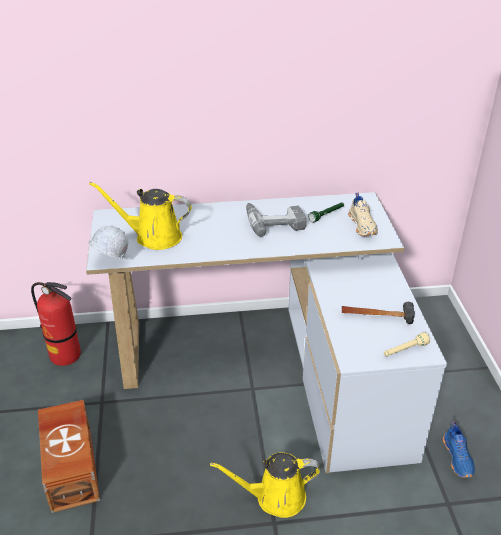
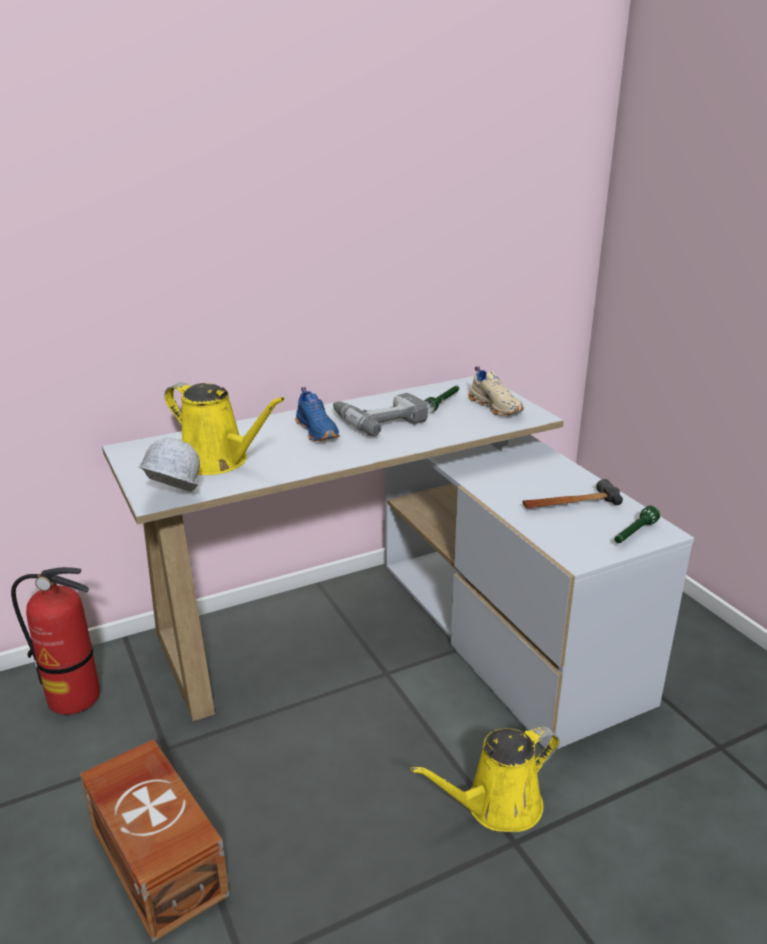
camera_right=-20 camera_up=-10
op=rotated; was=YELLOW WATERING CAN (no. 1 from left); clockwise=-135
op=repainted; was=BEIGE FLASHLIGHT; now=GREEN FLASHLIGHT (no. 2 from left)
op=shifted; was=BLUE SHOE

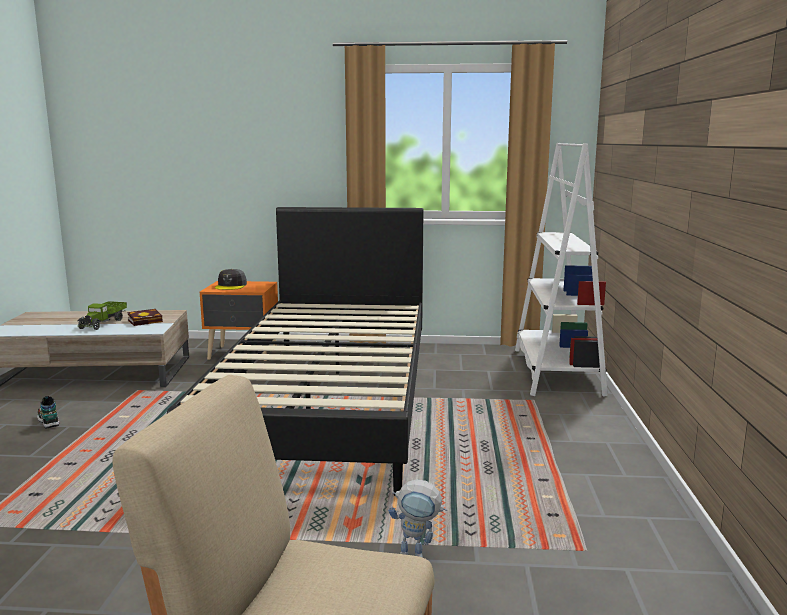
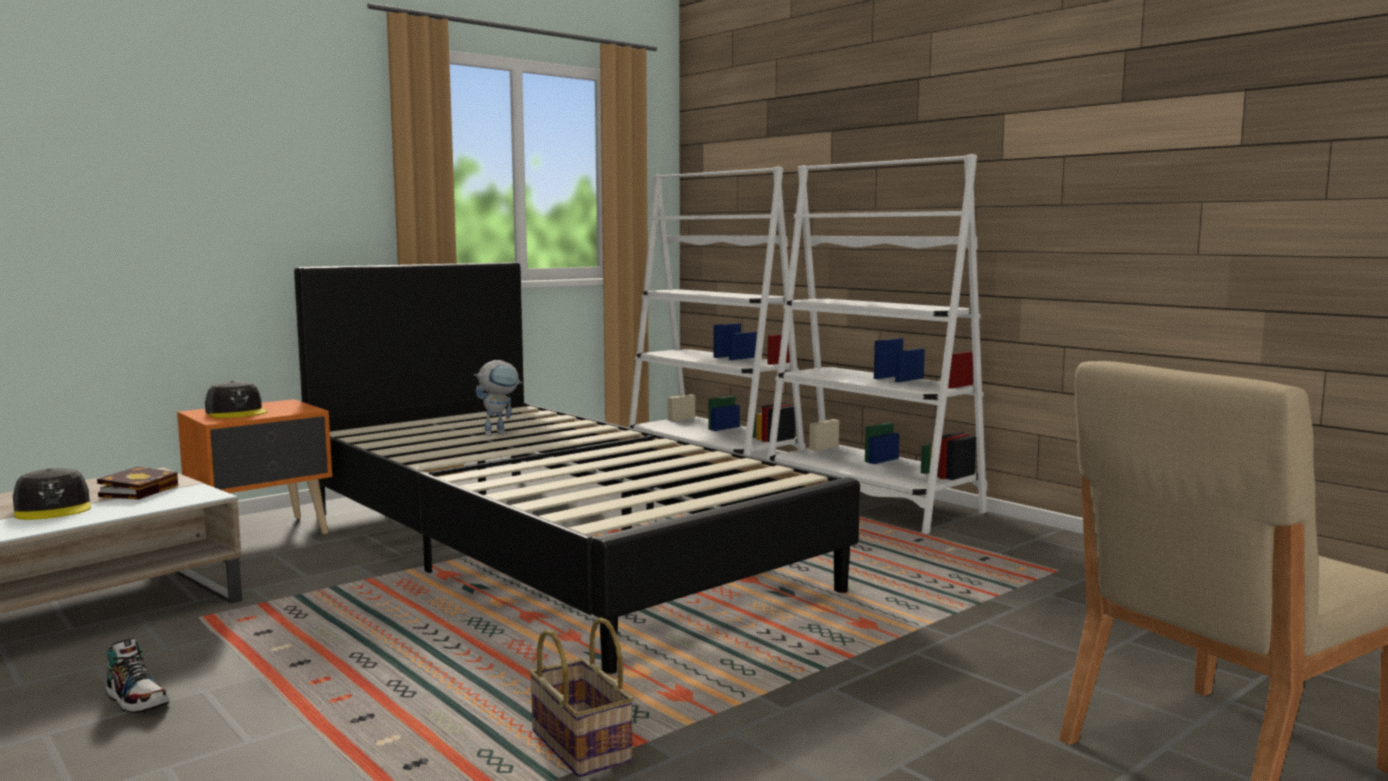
camera_right=-45 camera_up=-5
op=swapped; was=TOY TRUCK; now=GREY CAP (no. 1 from left)
op=rotated; was=SHOE; clockwise=-150
op=shifted; was=TOY ROBOT
op=new; now=WHITE BOOKCASE (no. 2 from left)
op=new; now=BASKET

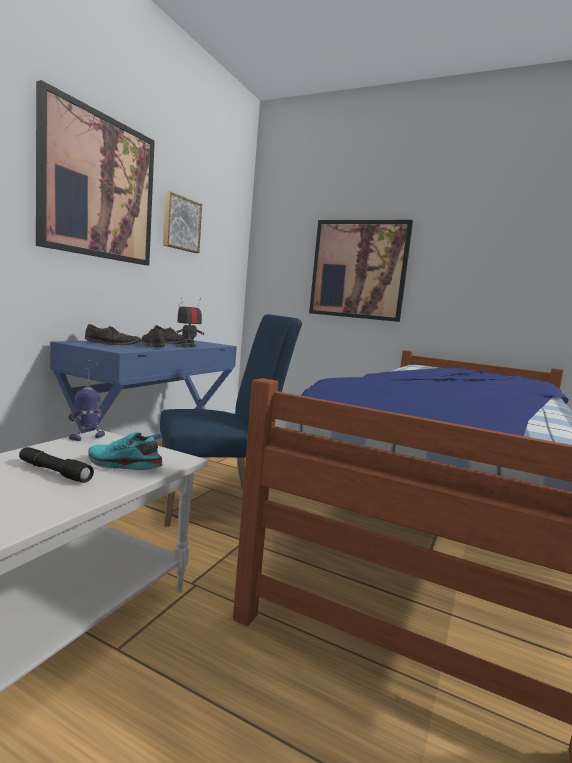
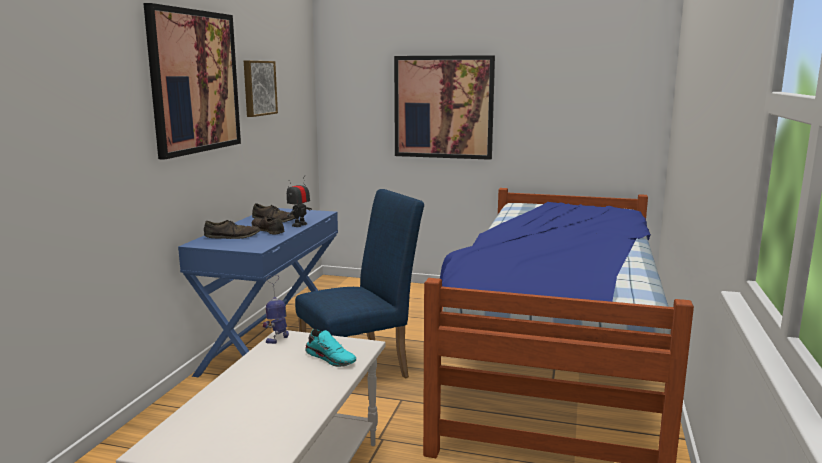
camera_right=-10 camera_up=5
op=rotated; was=TURQUOISE SHOE; clockwise=-150
op=gone; was=BLACK FLASHLIGHT

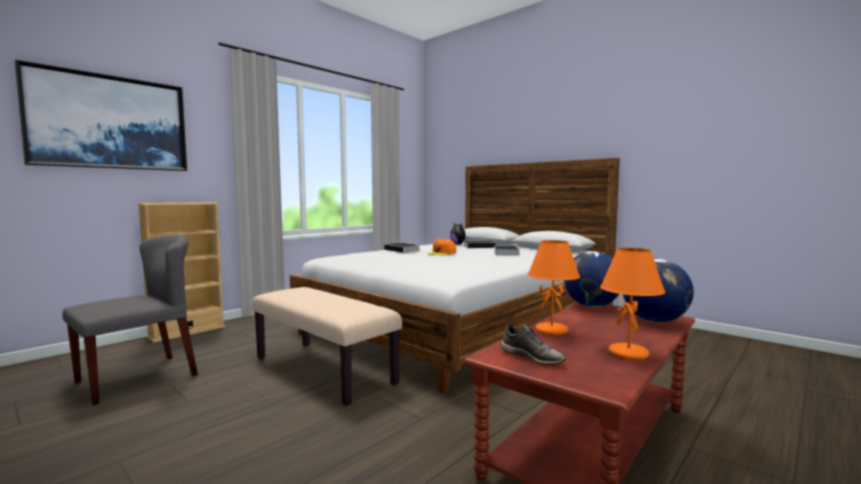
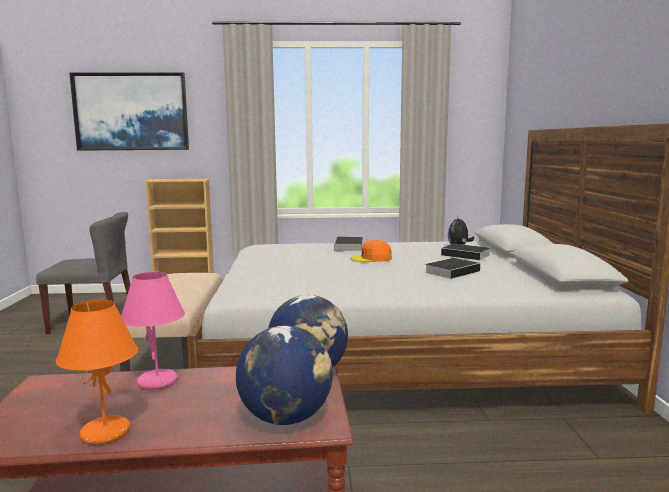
camera_right=45 camera_up=5
op=repainted; was=ORANGE TABLE LAMP (no. 1 from left); now=PINK TABLE LAMP
op=gone; was=GREY SHOE

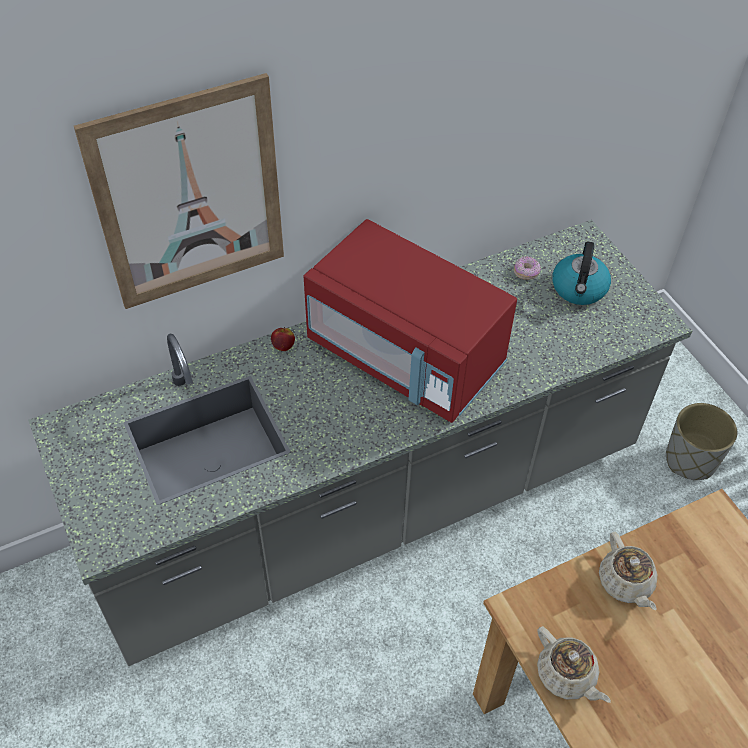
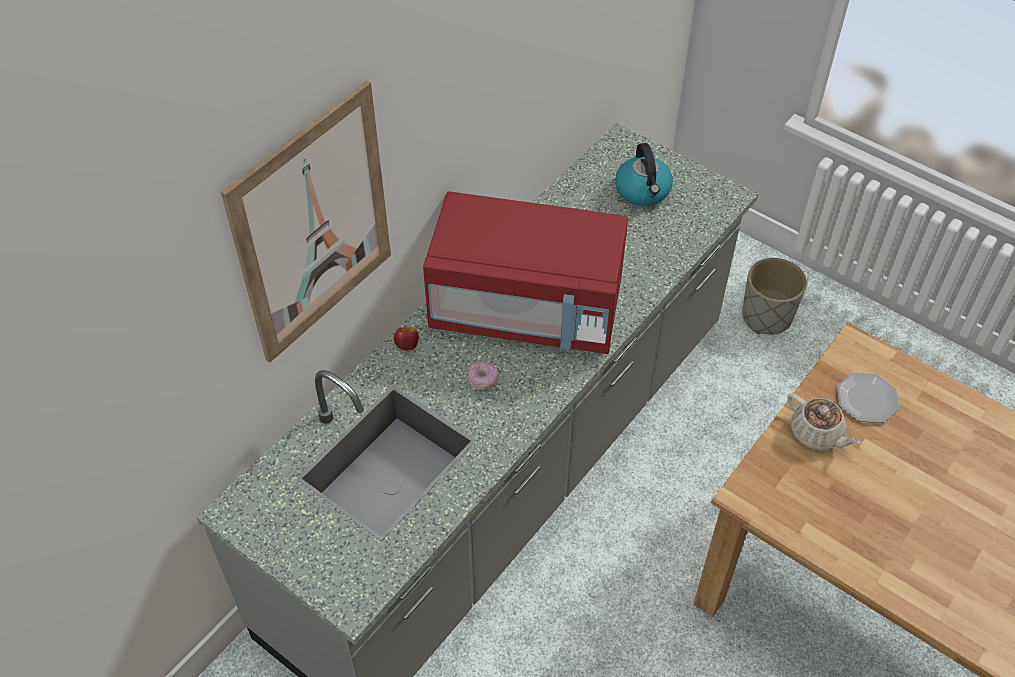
camera_right=-25 camera_up=0
op=shifted; was=DONUT
op=gone; was=BEIGE TEAPOT (no. 1 from left)
op=new; now=PLATE

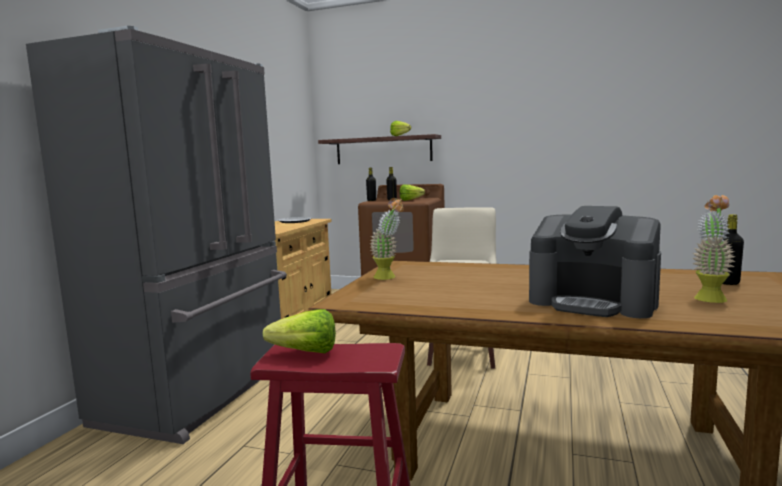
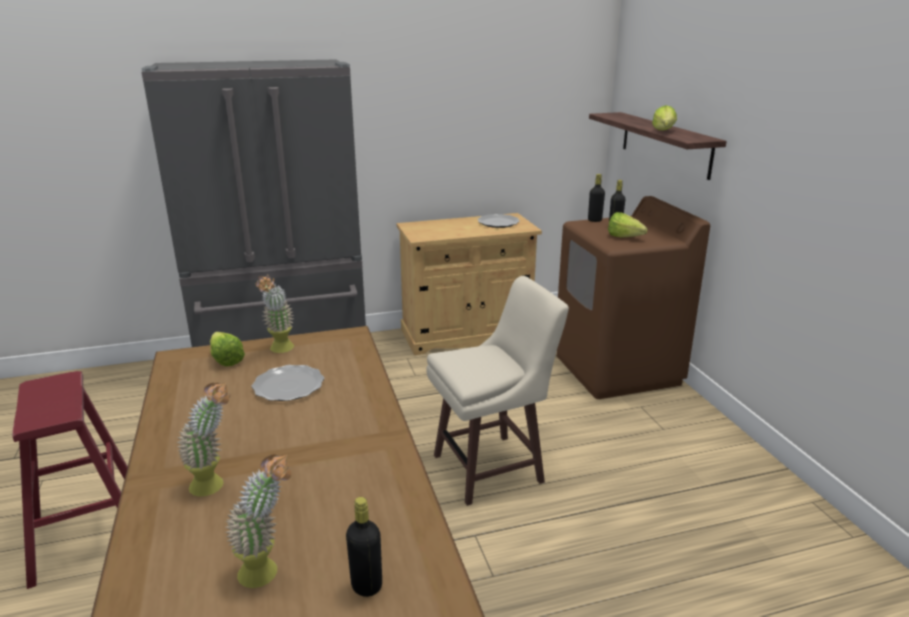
camera_right=55 camera_up=15
op=swapped; was=COFFEE MACHINE; now=POTTED PLANT (no. 1 from left)
op=shifted; was=LETTUCE (no. 1 from left)
op=new; now=PLATE (no. 1 from left)

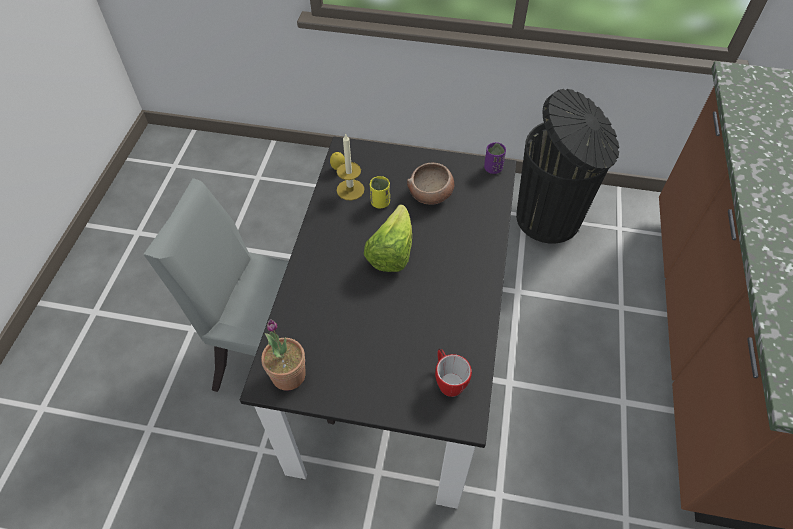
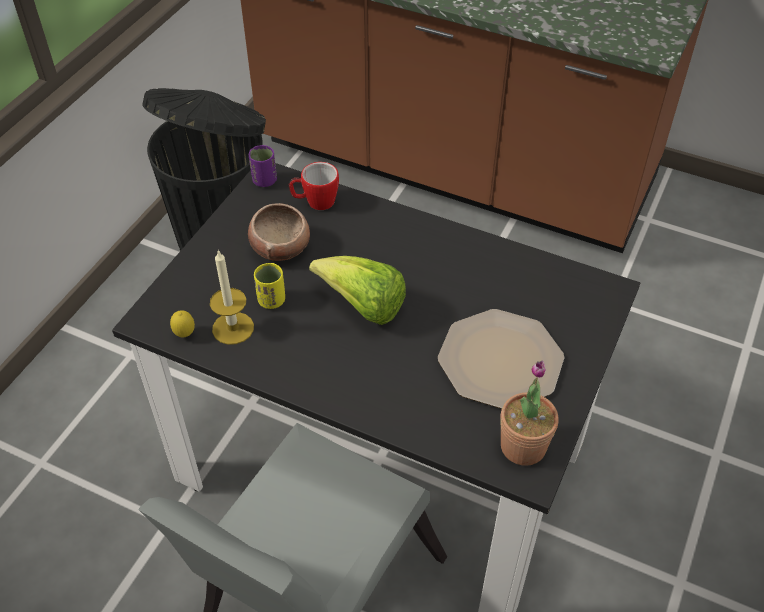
camera_right=-75 camera_up=-5
op=shifted; was=MUG
op=new; now=PLATE

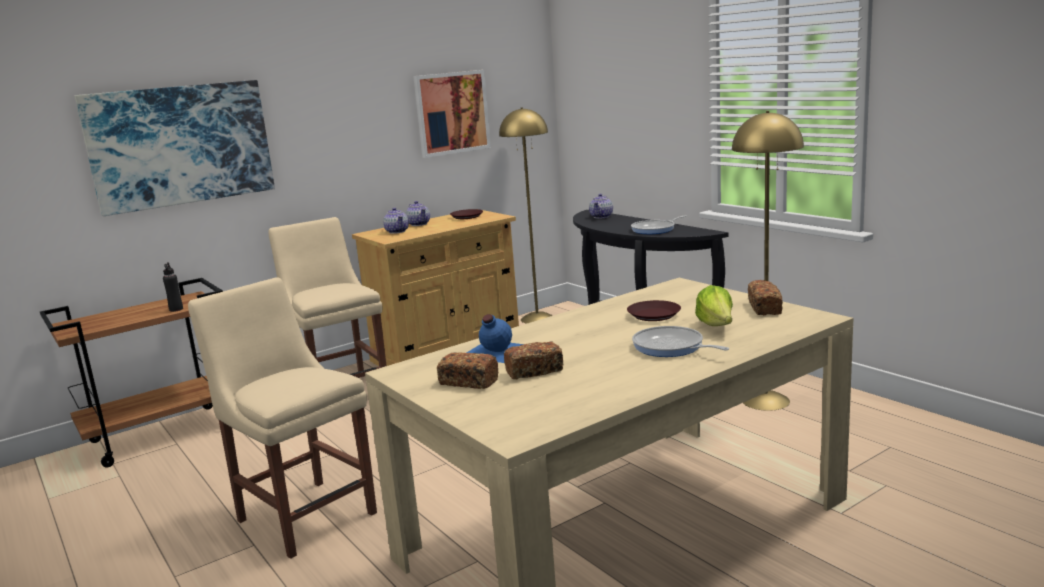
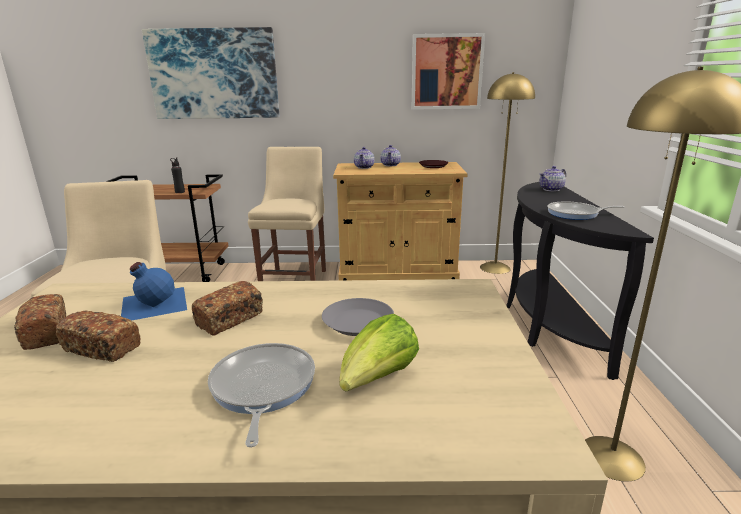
camera_right=35 camera_up=5
op=shifted; was=BREAD (no. 3 from left)
op=repainted; was=BROWN PLATE (no. 2 from left); now=GREY PLATE

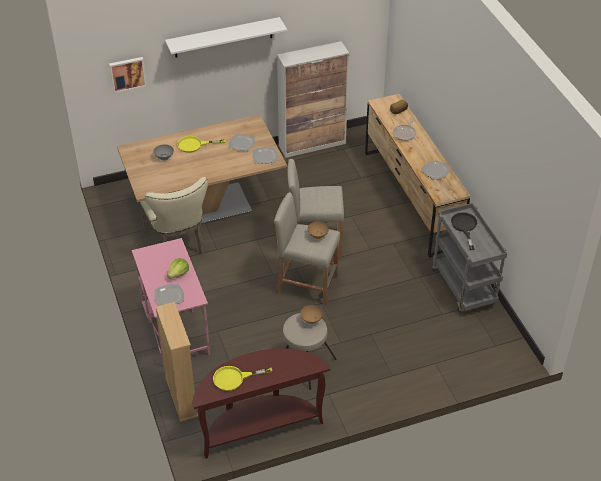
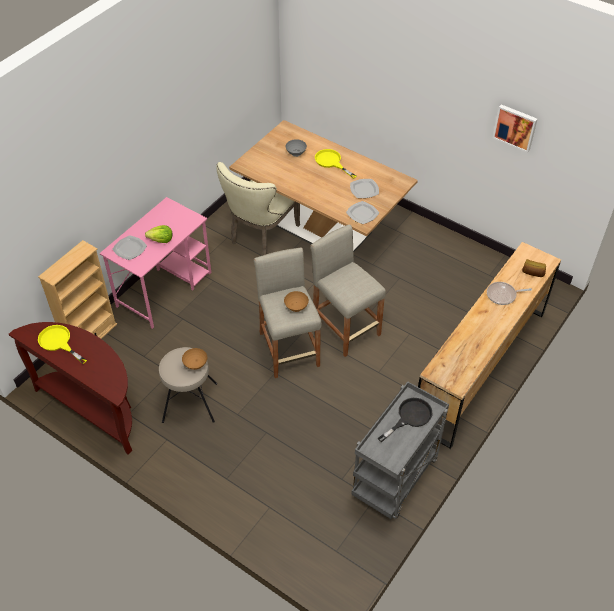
camera_right=55 camera_up=5
op=gone; was=WHITE SHELF
op=gone; was=CABINET
op=shifted; was=PICTURE
op=gone; was=PLATE (no. 4 from left)

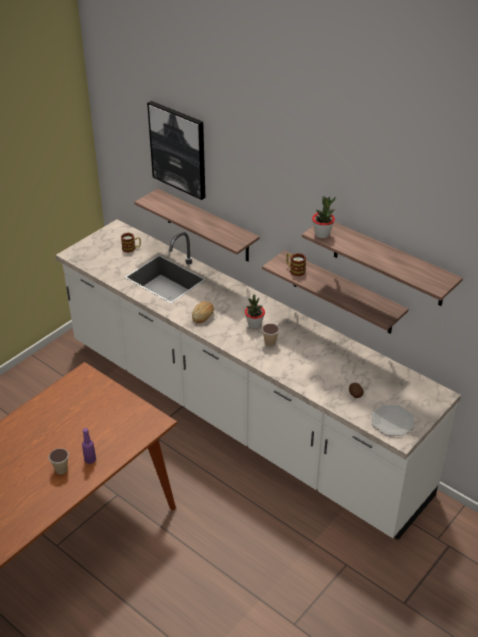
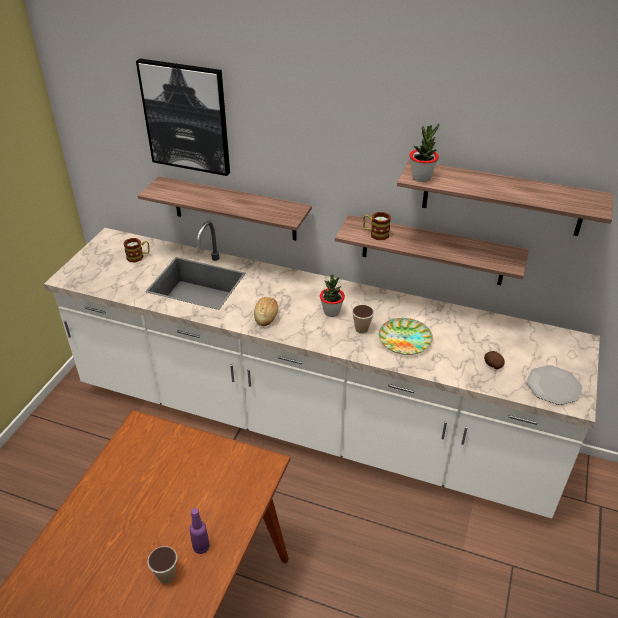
camera_right=-20 camera_up=0
op=new; now=PLATE (no. 1 from left)

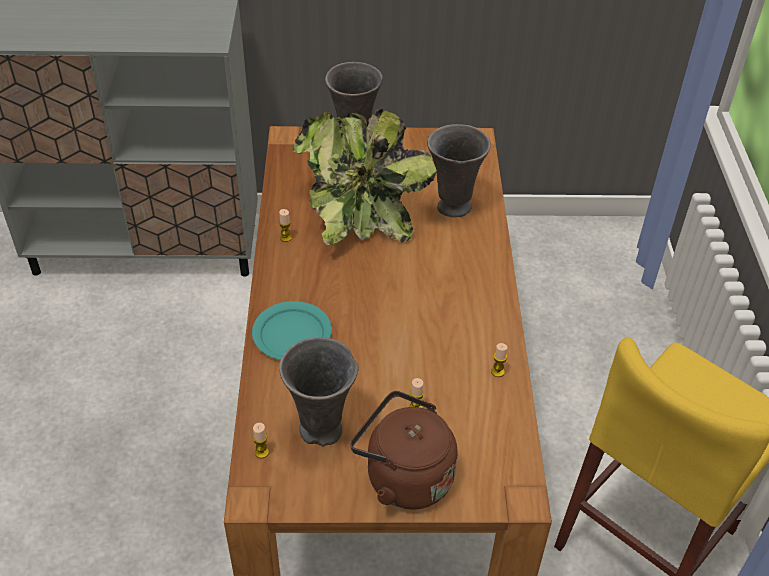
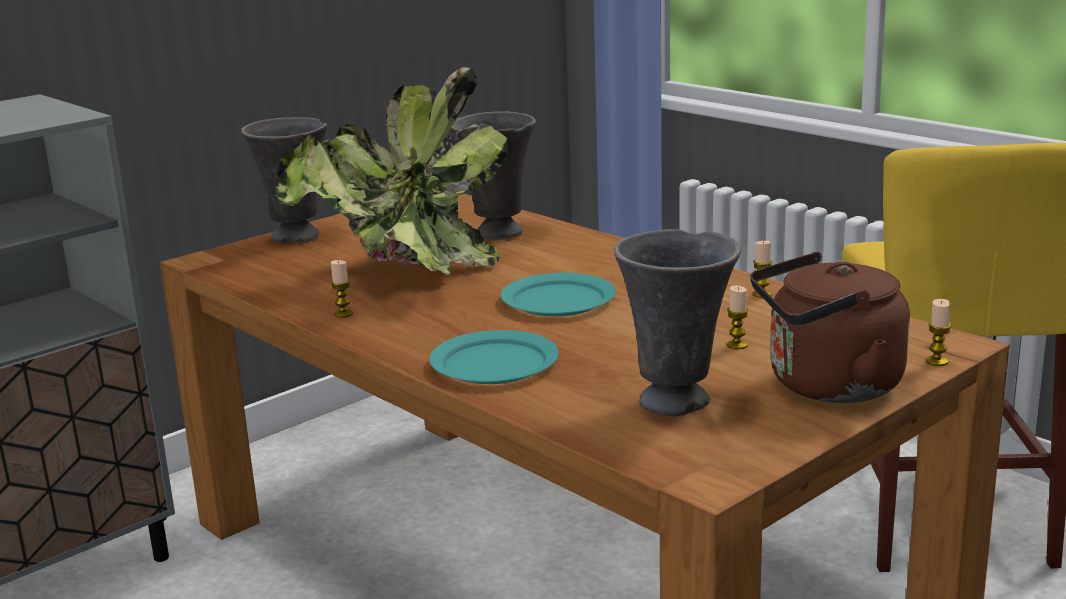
camera_right=-40 camera_up=-25
op=shifted; was=CANDLE (no. 1 from left in the first image); now=CANDLE (no. 4 from left)
op=new; now=TURQUOISE PLATE (no. 2 from left)

